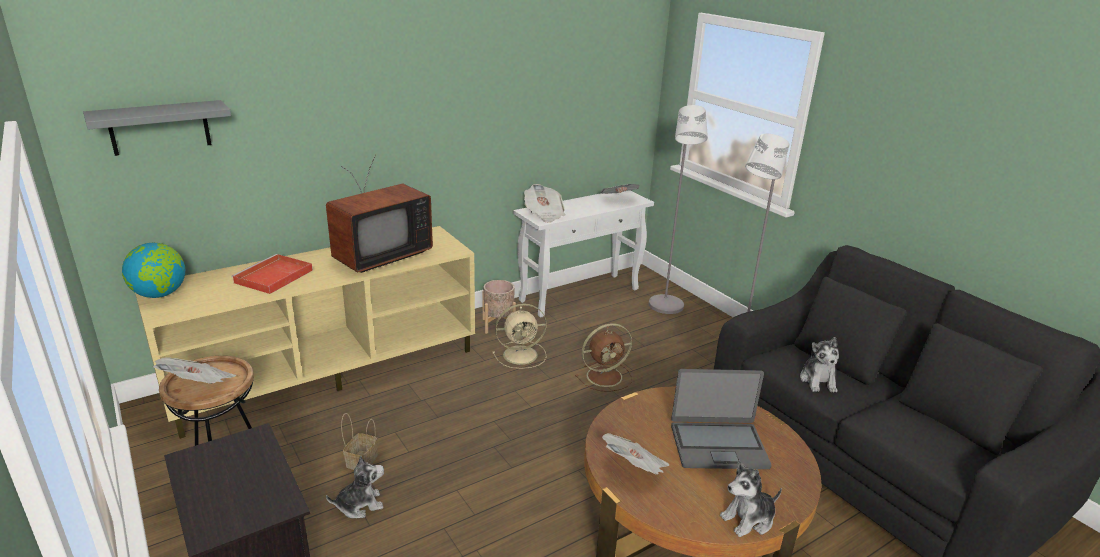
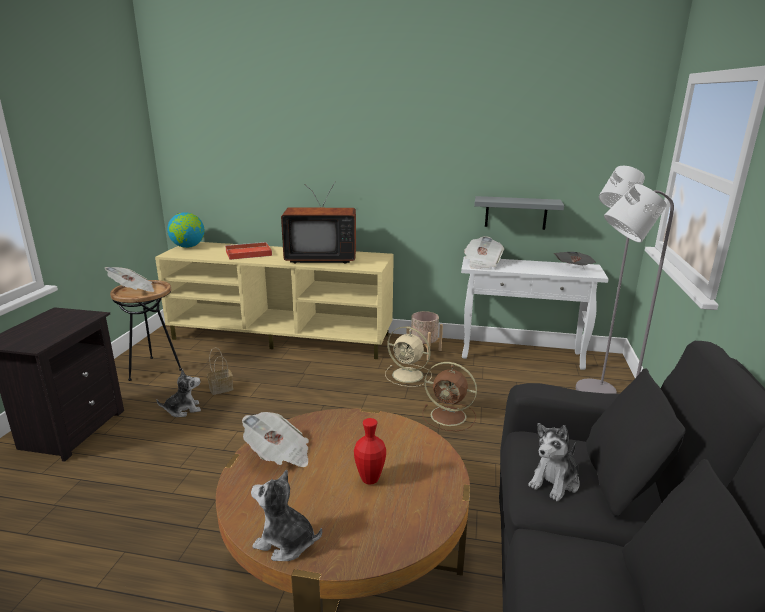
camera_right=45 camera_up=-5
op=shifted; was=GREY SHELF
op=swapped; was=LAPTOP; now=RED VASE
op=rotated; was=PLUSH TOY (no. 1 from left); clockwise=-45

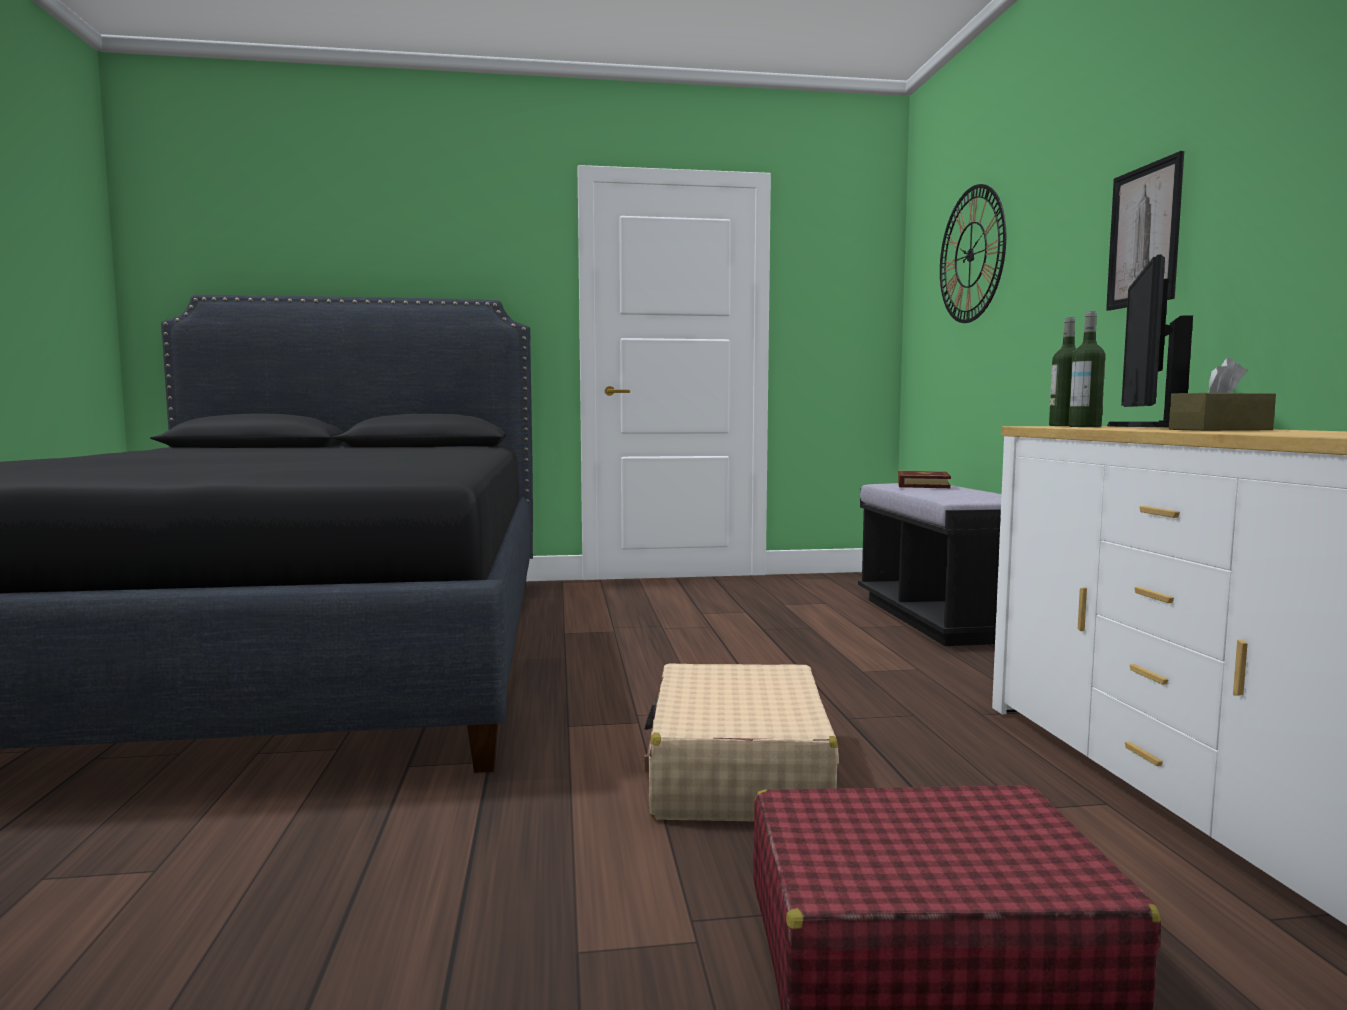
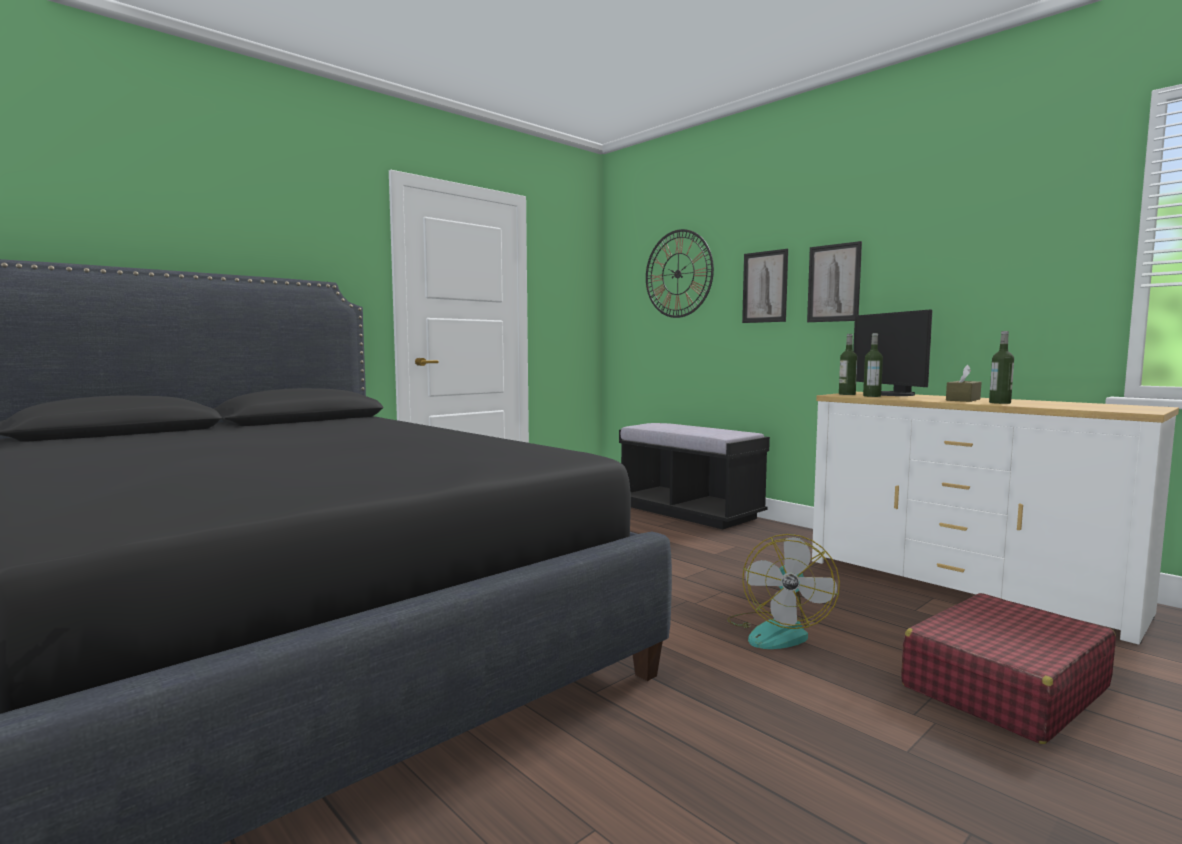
camera_right=-35 camera_up=0
op=gone; was=BOOK
op=swapped; was=BEIGE SUITCASE; now=FAN
op=new; now=PICTURE (no. 1 from left)
op=new; now=BOTTLE (no. 3 from left)

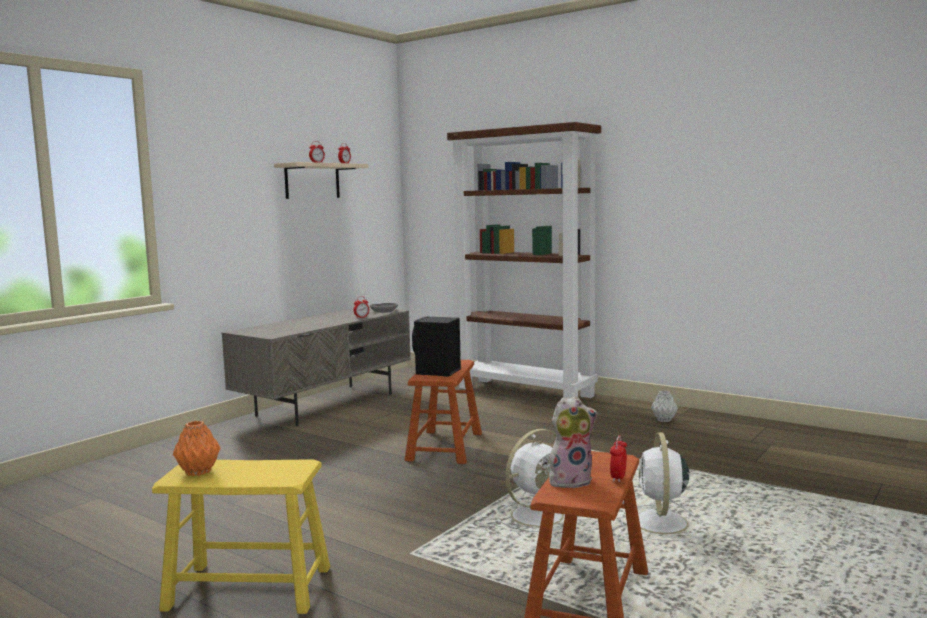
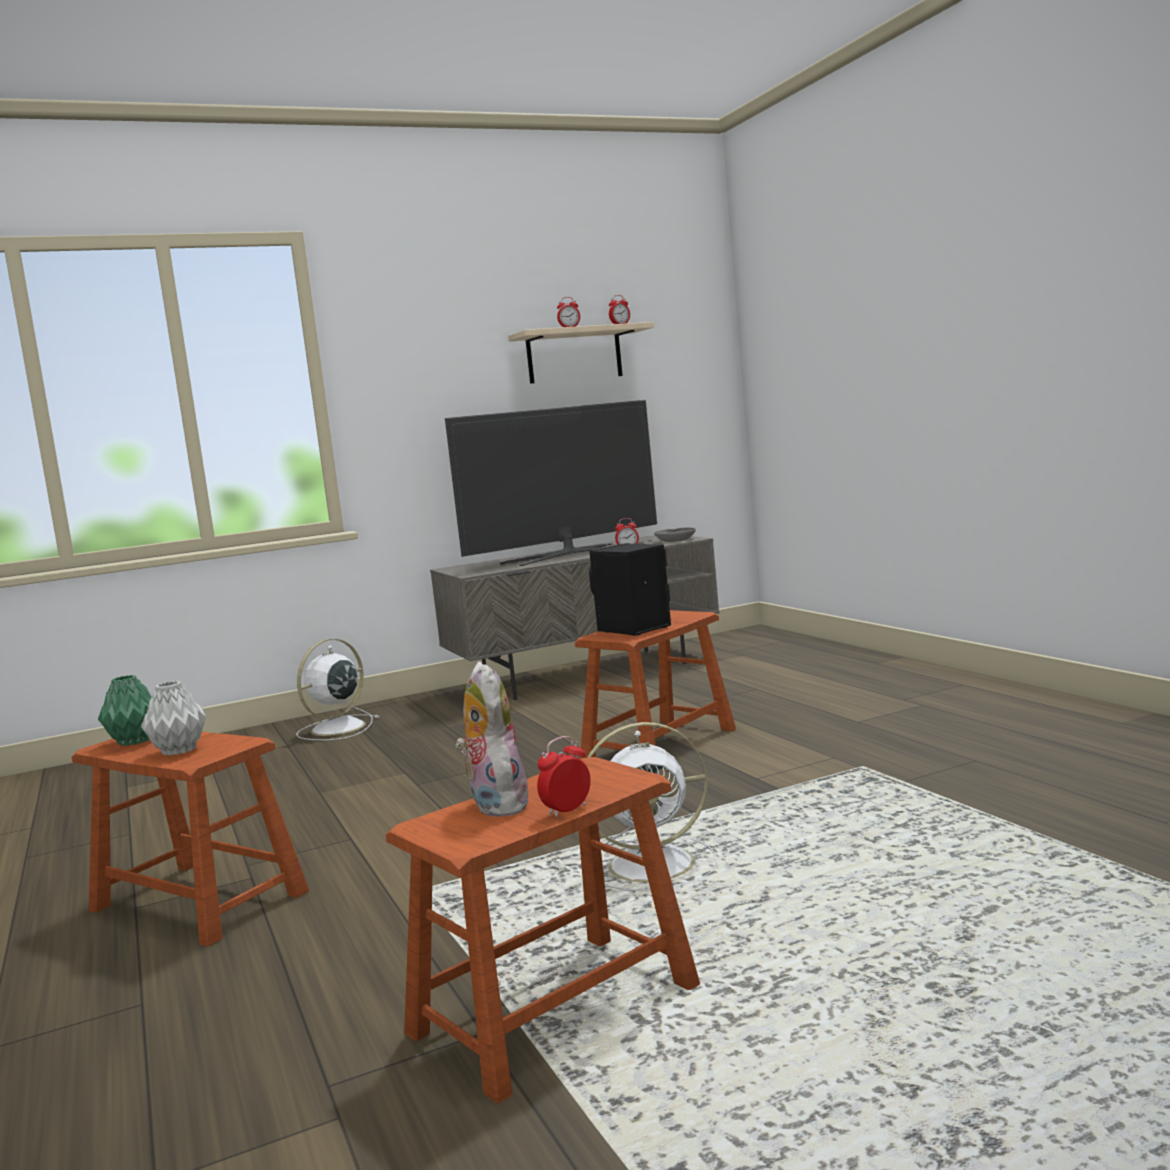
camera_right=30 camera_up=0
op=gone; was=BROWN BOOKCASE
op=shifted; was=GREY VASE
op=rotated; was=PLUSH TOY; clockwise=-120
op=repainted; was=ORANGE VASE; now=GREEN VASE
op=shifted; was=WHITE FAN (no. 2 from left in the first image); now=WHITE FAN (no. 1 from left)
op=repainted; was=YELLOW STOOL; now=BROWN STOOL (no. 1 from left)
op=new; now=TELEVISION

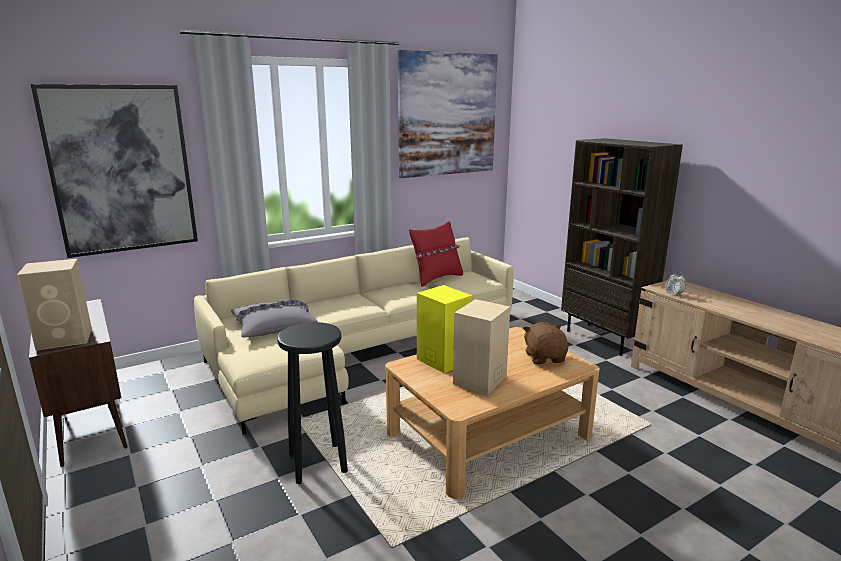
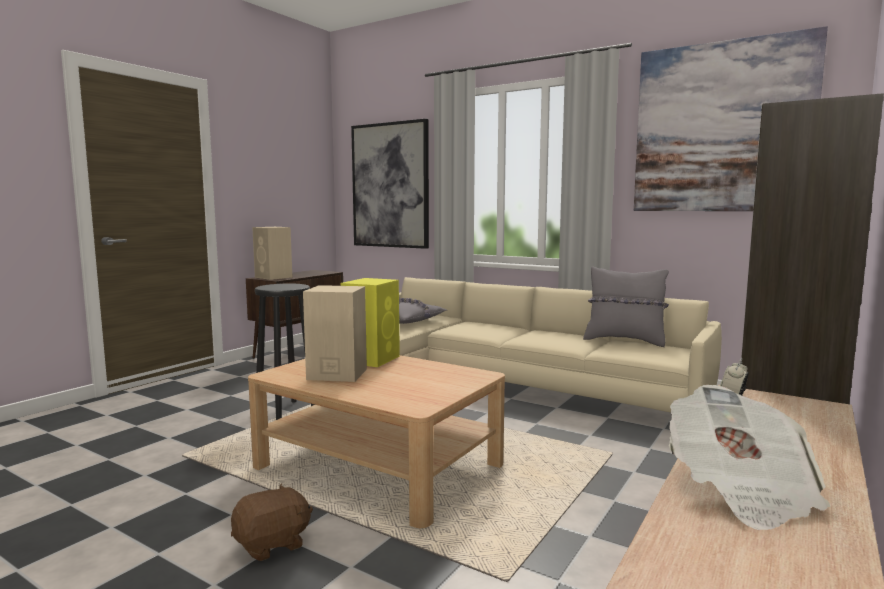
camera_right=65 camera_up=-10
op=repainted; was=RED PILLOW; now=GREY PILLOW (no. 2 from left)
op=shifted; was=BROWN PLUSH TOY
op=new; now=NEWSPAPER

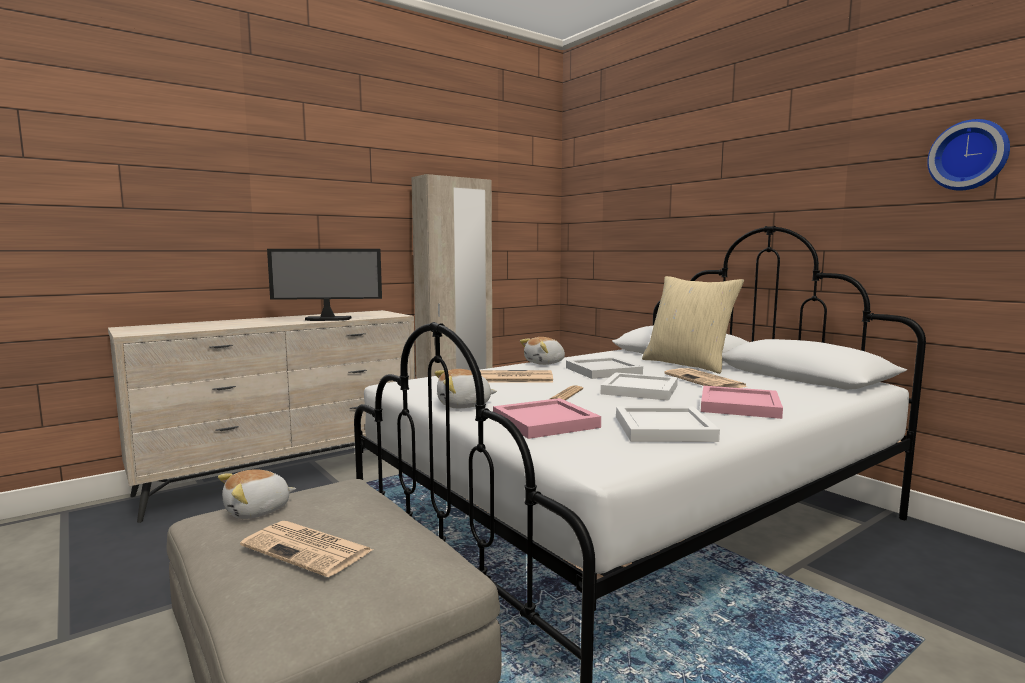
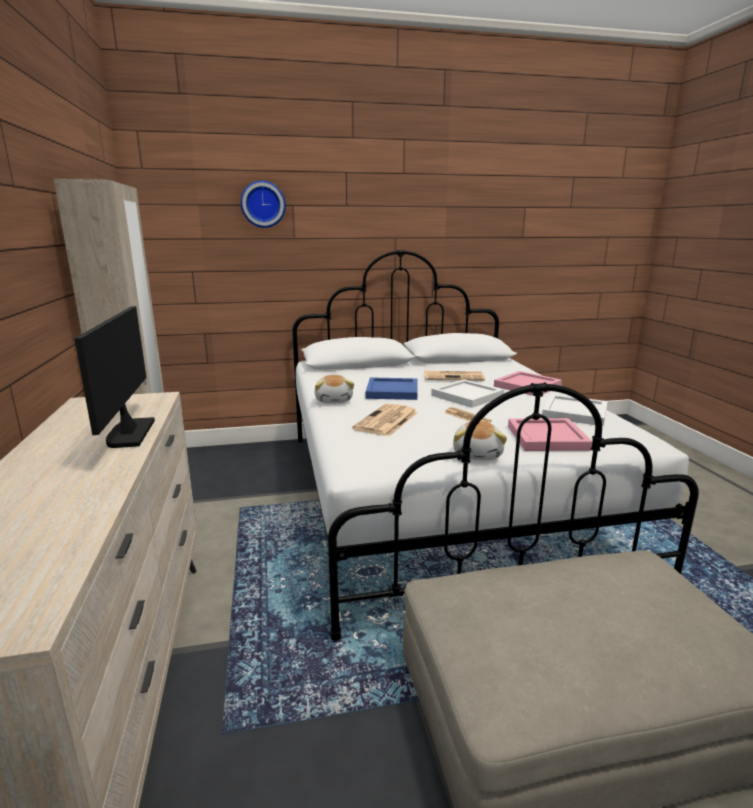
camera_right=-65 camera_up=10
op=shifted; was=WALL CLOCK
op=rotated; was=MONITOR; clockwise=150
op=gone; was=BEIGE PILLOW
op=repainted; was=WHITE TRAY (no. 1 from left); now=BLUE TRAY
op=gone; was=PLUSH TOY (no. 1 from left)
op=gone; was=NEWSPAPER (no. 1 from left)

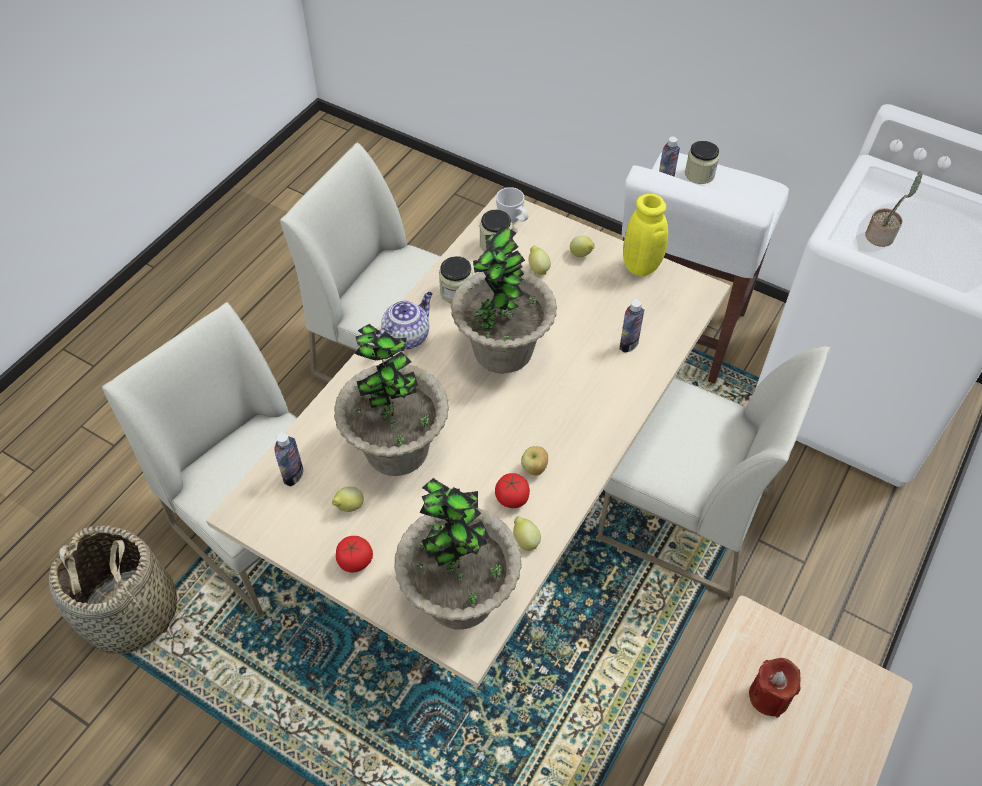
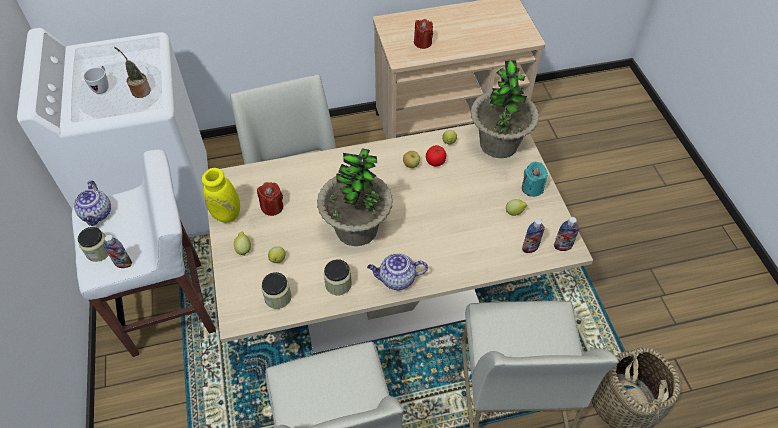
camera_right=-135 camera_up=0
op=shifted; was=WHITE MUG
op=shifted; was=BOTTLE (no. 2 from left in the first image); now=BOTTLE (no. 3 from left)
op=gone; was=POTTED PLANT (no. 1 from left)
op=swapped; was=TOMATO (no. 1 from left); now=TURQUOISE CANDLE
op=new; now=TEAPOT (no. 1 from left)
op=new; now=RED CANDLE (no. 1 from left)

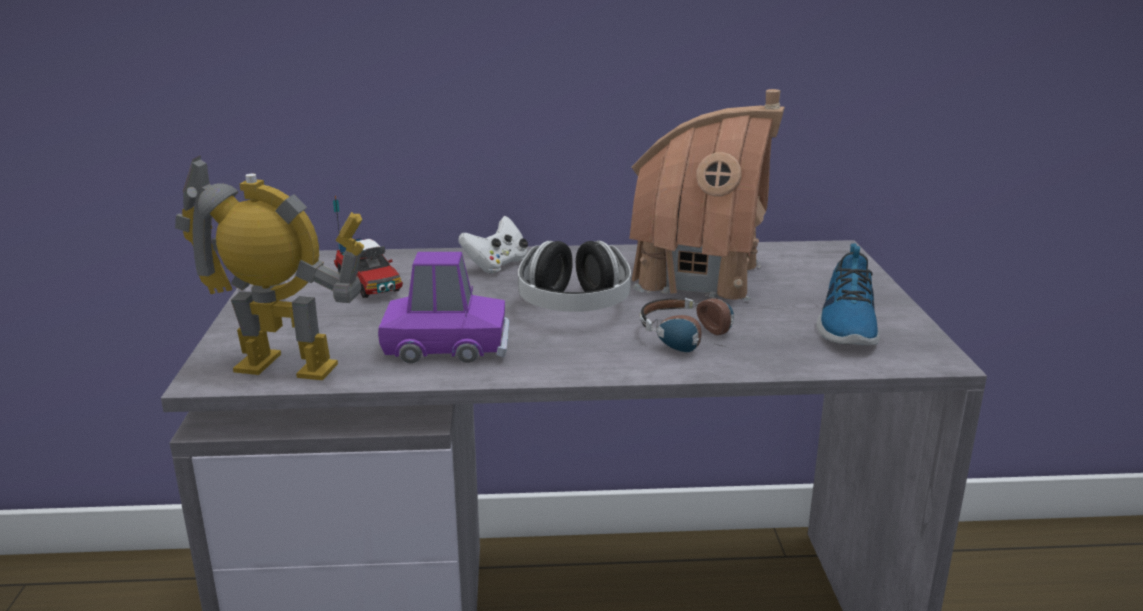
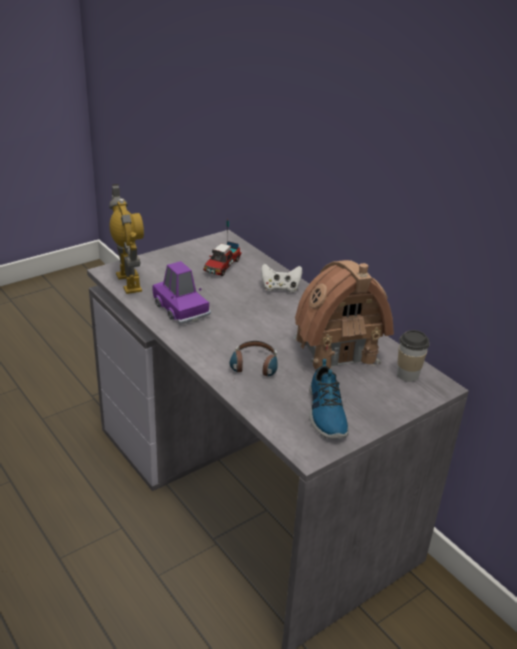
camera_right=55 camera_up=10
op=gone; was=HEADPHONES (no. 1 from left)
op=rotated; was=SHOE; clockwise=-75
op=new; now=CUP

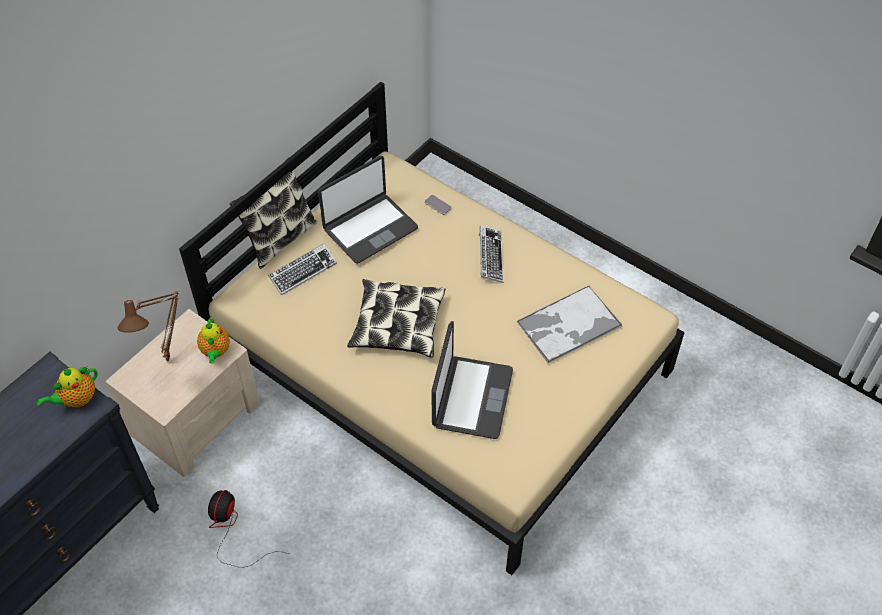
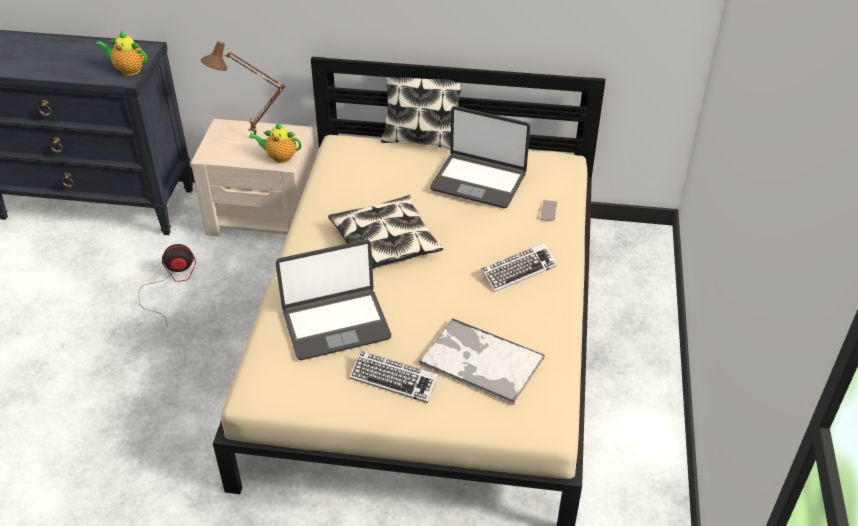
camera_right=60 camera_up=-10
op=shifted; was=KEYBOARD (no. 1 from left)
op=rotated; was=TEAPOT (no. 2 from left); clockwise=45

